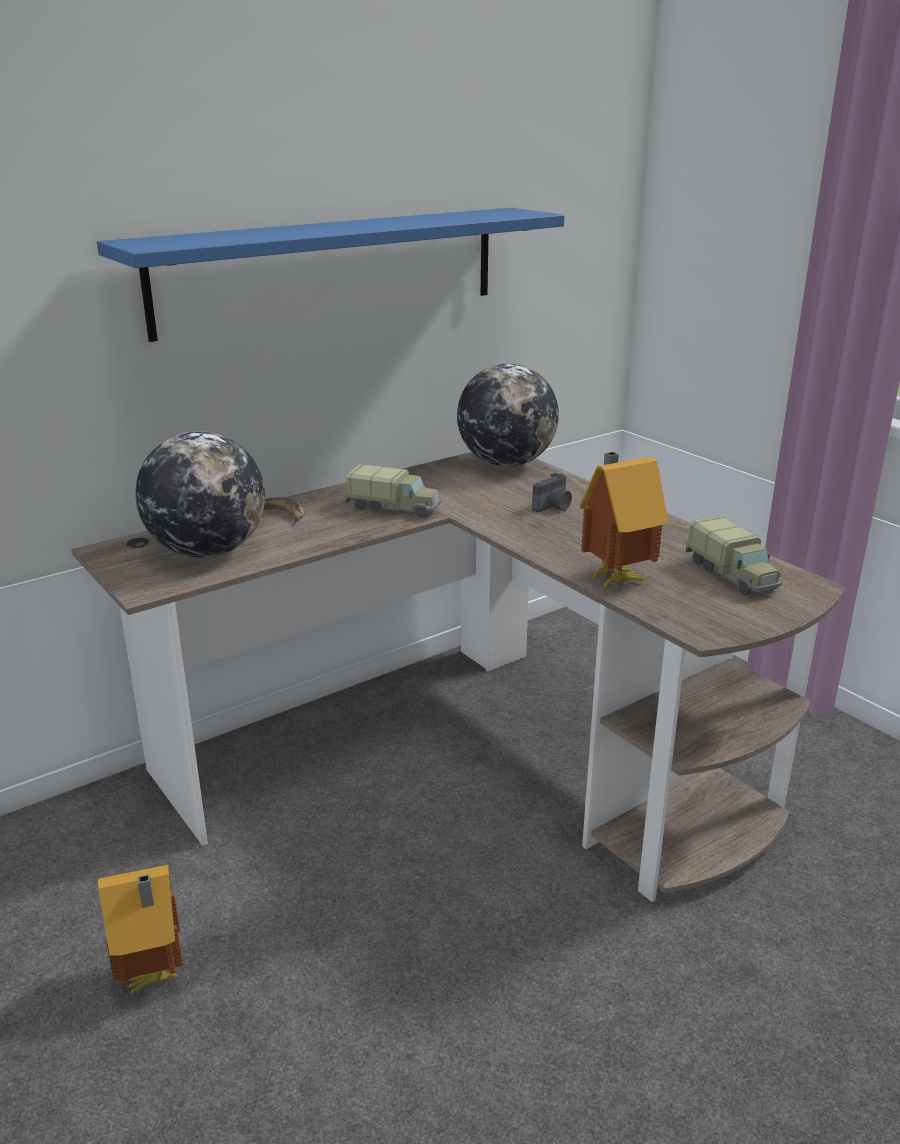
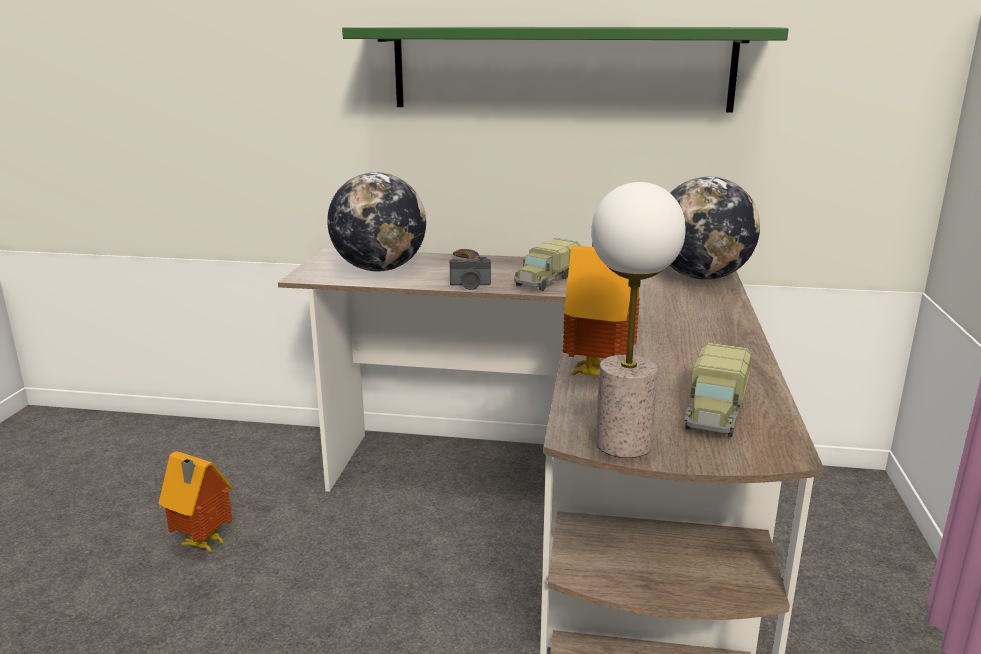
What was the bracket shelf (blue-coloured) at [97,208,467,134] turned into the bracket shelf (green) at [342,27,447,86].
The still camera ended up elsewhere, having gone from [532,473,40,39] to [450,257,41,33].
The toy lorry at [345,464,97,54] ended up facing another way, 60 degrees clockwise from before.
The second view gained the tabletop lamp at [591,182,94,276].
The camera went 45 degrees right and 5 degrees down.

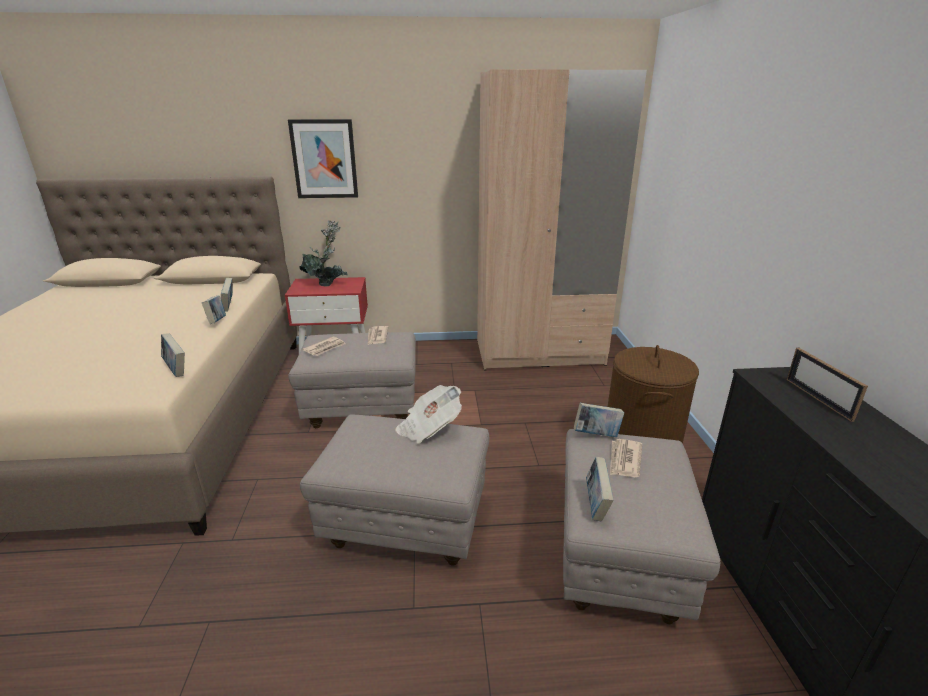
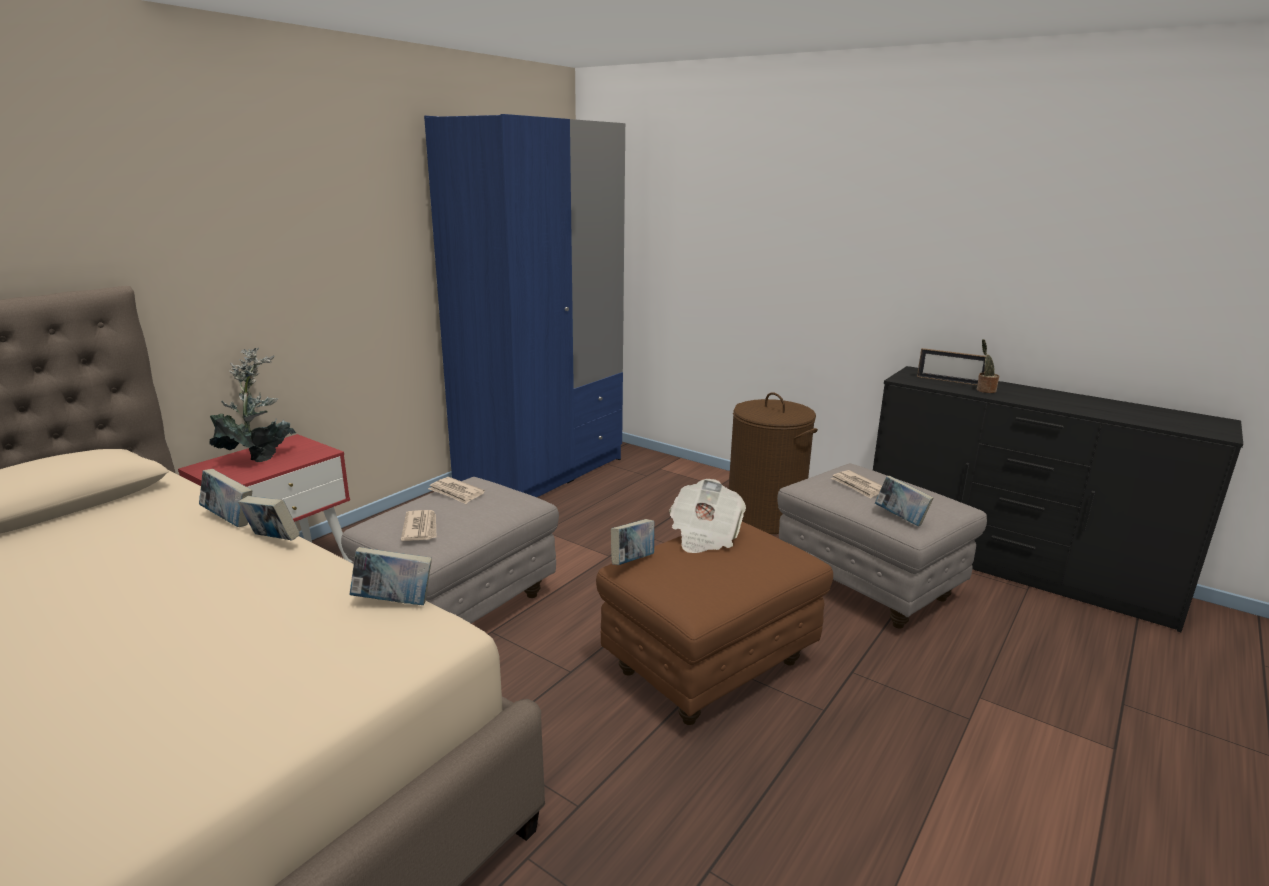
What was the clothes cupboard (beige) at [477,69,170,301] turned into the clothes cupboard (blue-coloured) at [424,114,201,383].
What was the ottoman (gray) at [300,414,189,152] turned into the ottoman (brown-coloured) at [596,522,237,203].
The volume ended up elsewhere, having gone from [574,403,50,34] to [611,519,43,46].
The second view gained the plant in a pot at [977,339,22,54].
The second view lost the picture at [288,119,70,79].
The camera went 50 degrees left and 5 degrees down.

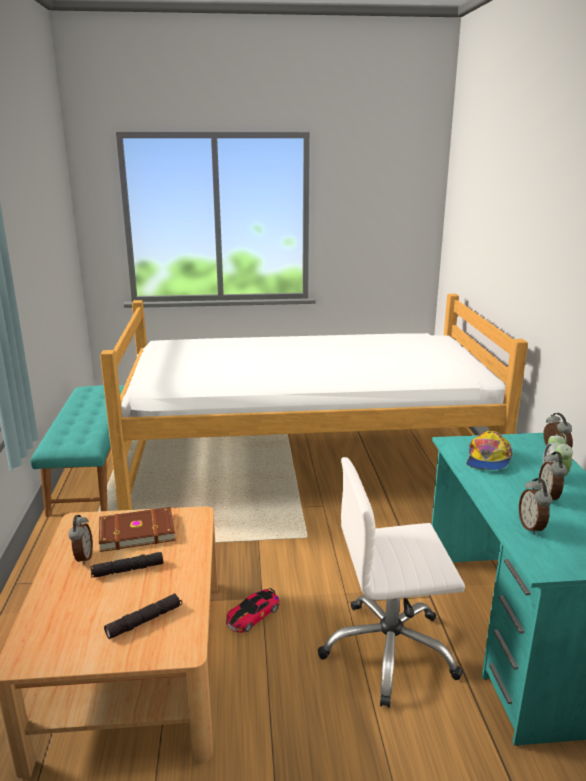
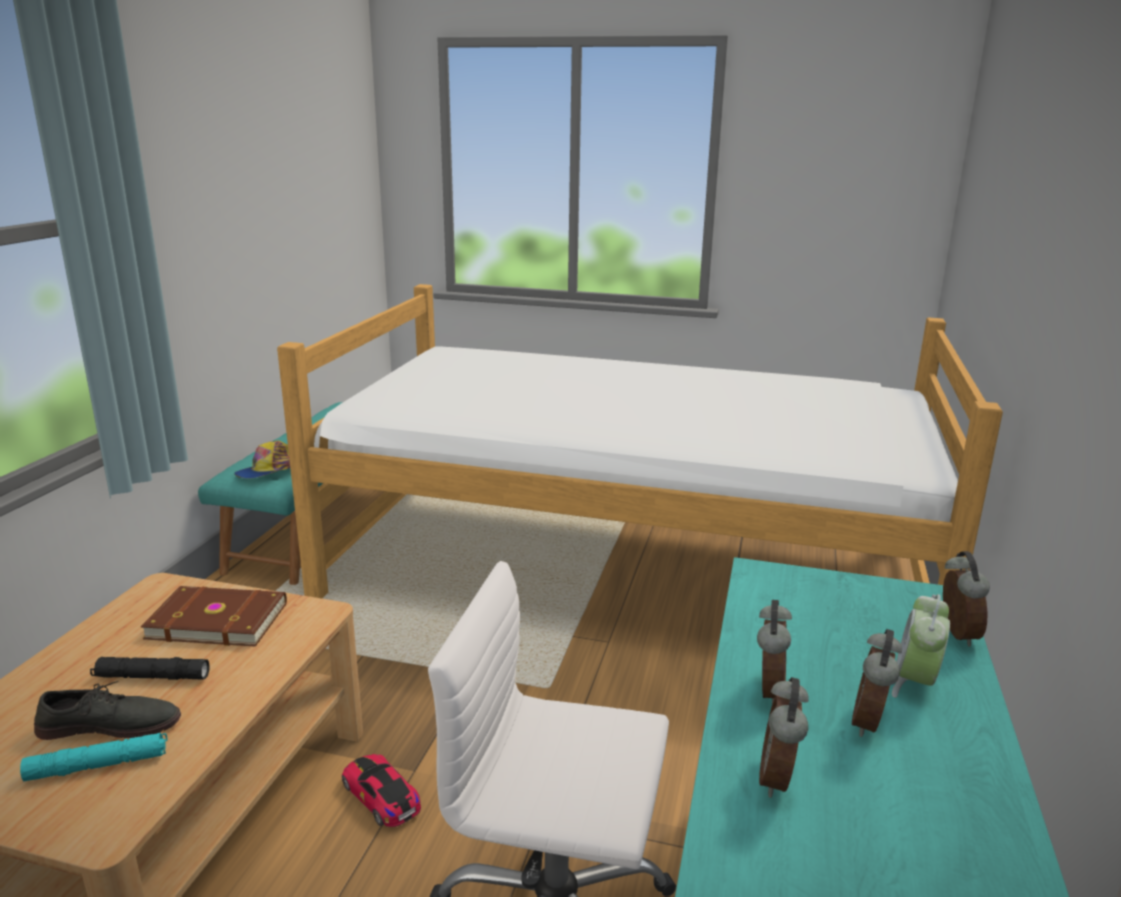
What was the torch (black-coloured) at [104,594,78,45] turned into the torch (turquoise) at [20,733,148,49].
The second view gained the shoe (gray) at [34,681,147,59].
The cap ended up elsewhere, having gone from [466,431,47,39] to [234,441,56,38].
The miniature car at [226,588,54,45] ended up facing another way, 75 degrees clockwise from before.
The bedside clock ended up elsewhere, having gone from [68,515,25,50] to [757,600,35,104].
The camera went 20 degrees right and 0 degrees up.

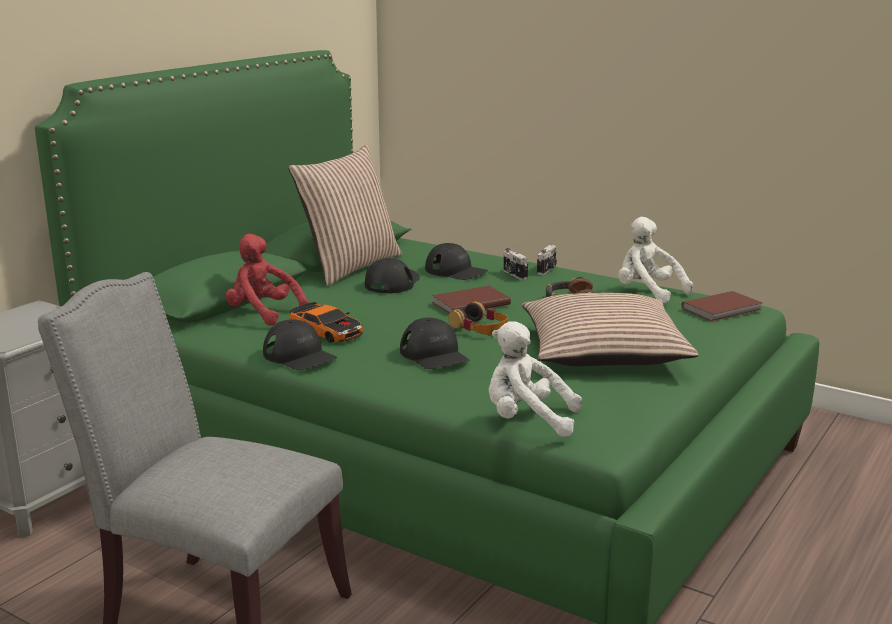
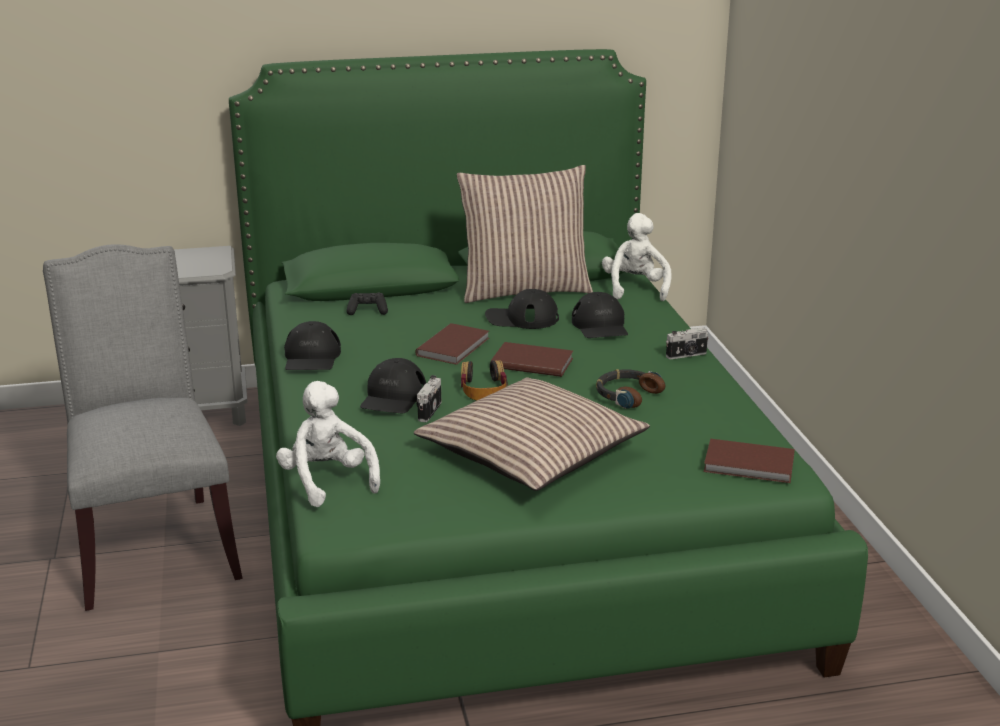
Where the plush toy (red-coloured) stood at [226,234,83,91], the joypad (black-coloured) came to stand at [346,292,42,23].
The second view gained the volume (brown-coloured) at [415,323,74,42].
The still camera ended up elsewhere, having gone from [503,248,25,32] to [417,375,24,47].
The cap (black-coloured) at [365,258,55,36] ended up facing another way, 150 degrees counterclockwise from before.
The plush toy (white) ended up elsewhere, having gone from [618,217,75,87] to [602,213,70,88].
The second view lost the miniature car at [289,302,74,41].
The camera went 45 degrees right and 5 degrees up.

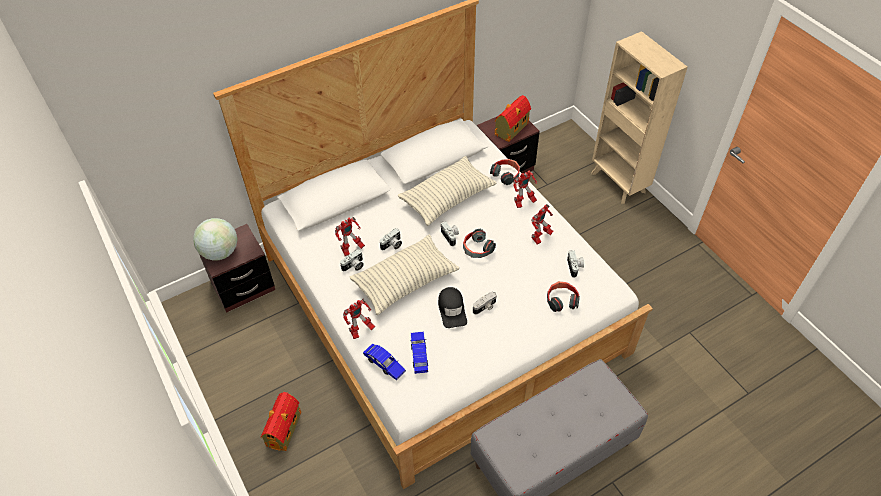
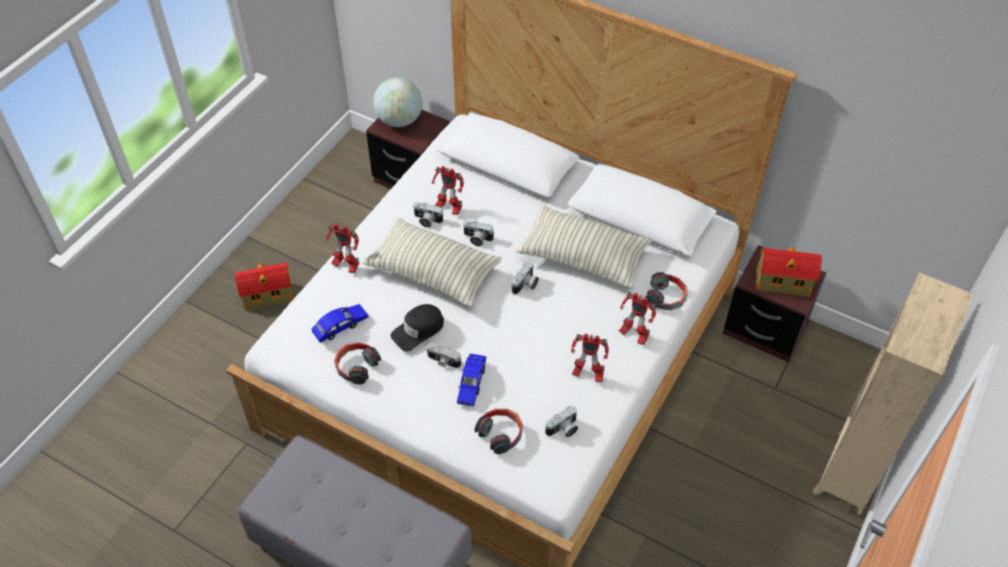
The headset ended up elsewhere, having gone from [463,229,33,29] to [334,342,47,43].
The miniature car (blue-coloured) ended up elsewhere, having gone from [363,343,43,38] to [457,354,29,53].
The camera went 60 degrees right and 0 degrees up.

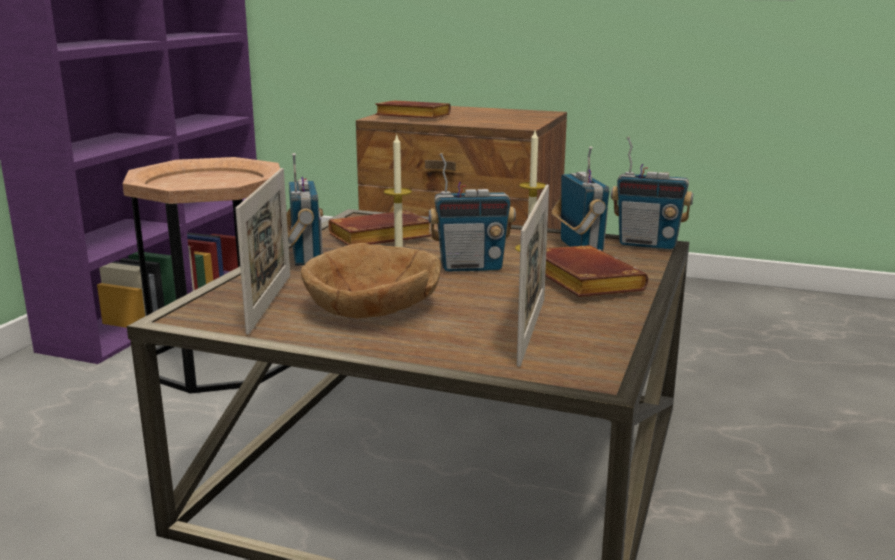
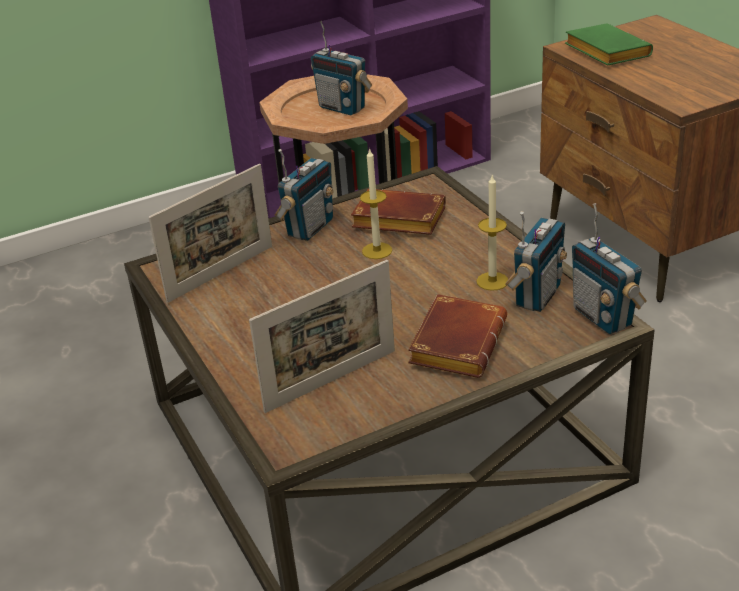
The radio ended up elsewhere, having gone from [429,153,87,119] to [311,21,61,94].
What was the volume (brown-coloured) at [375,101,76,17] turned into the volume (green) at [565,23,88,43].
The second view lost the bowl (brown-coloured) at [301,243,140,76].
The camera went 45 degrees right and 15 degrees up.

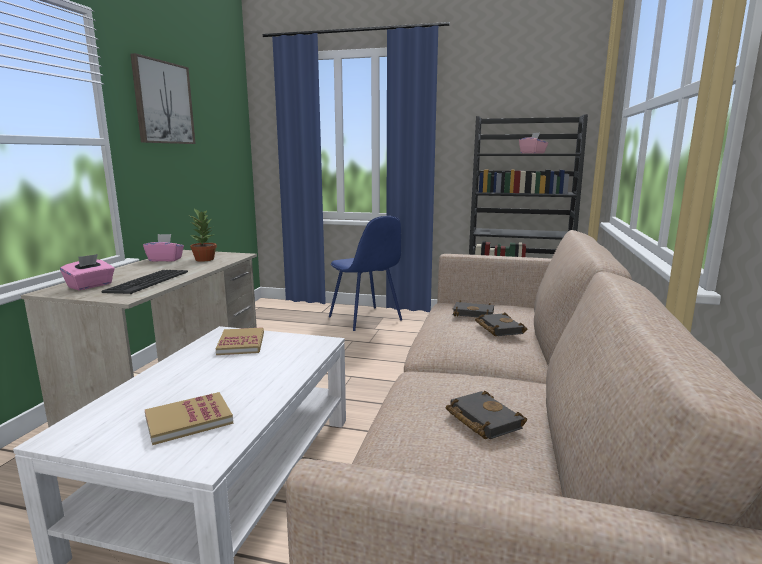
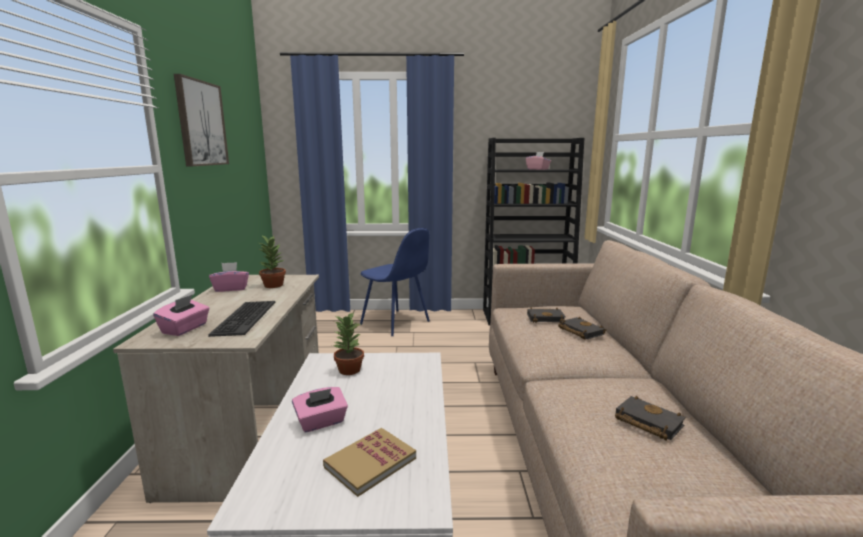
The second view gained the tissue holder (pink-coloured) at [292,387,56,46].
Where the volume stood at [216,327,48,28], the plant in a pot came to stand at [332,312,32,63].
The camera went 15 degrees left and 0 degrees up.

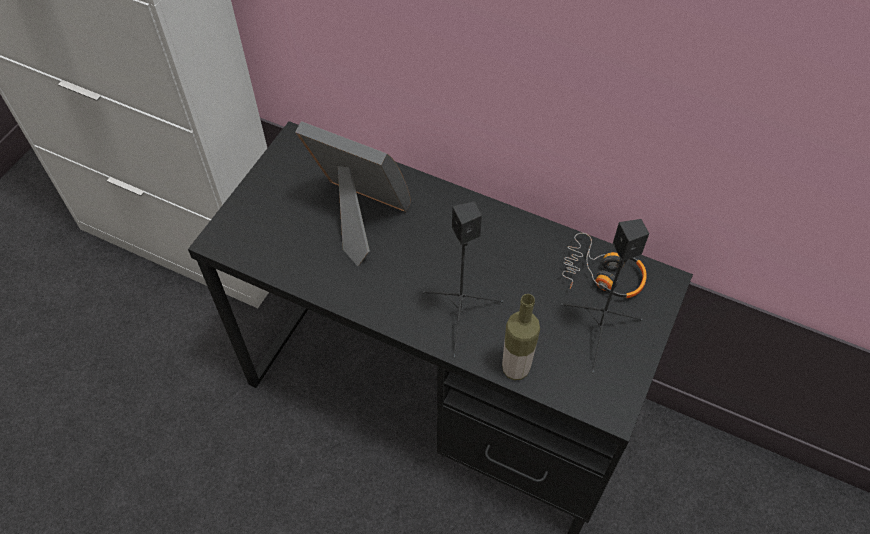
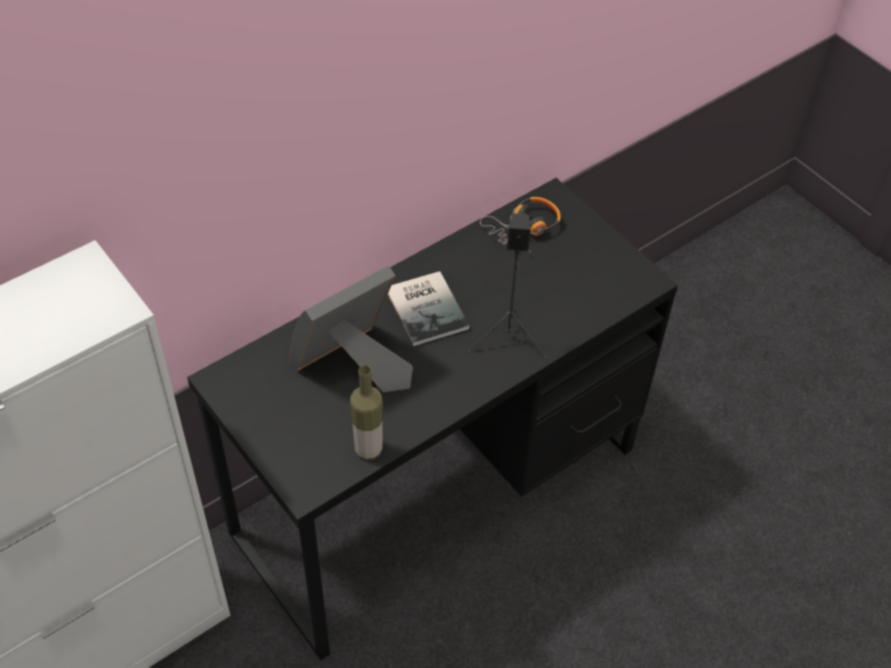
The drink bottle ended up elsewhere, having gone from [502,294,38,86] to [350,365,33,95].
The second view gained the volume at [388,271,81,75].
The second view lost the loudspeaker (black-coloured) at [561,219,88,155].
The camera went 65 degrees left and 5 degrees down.

